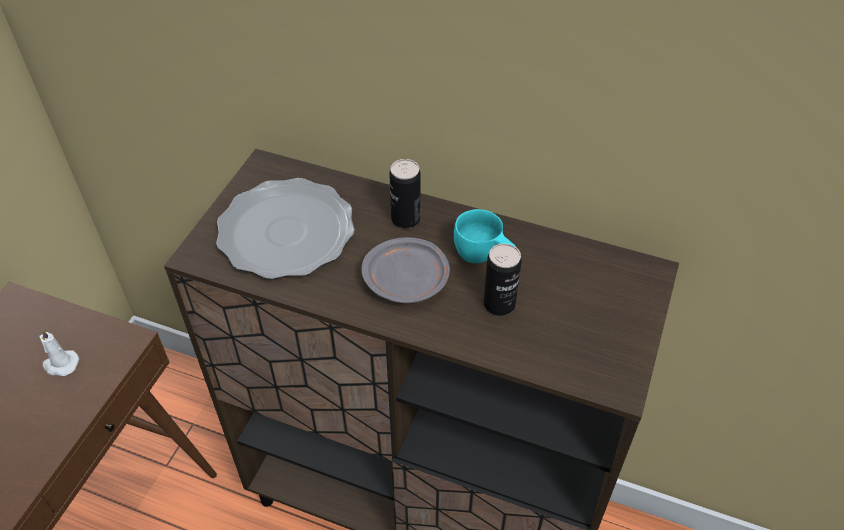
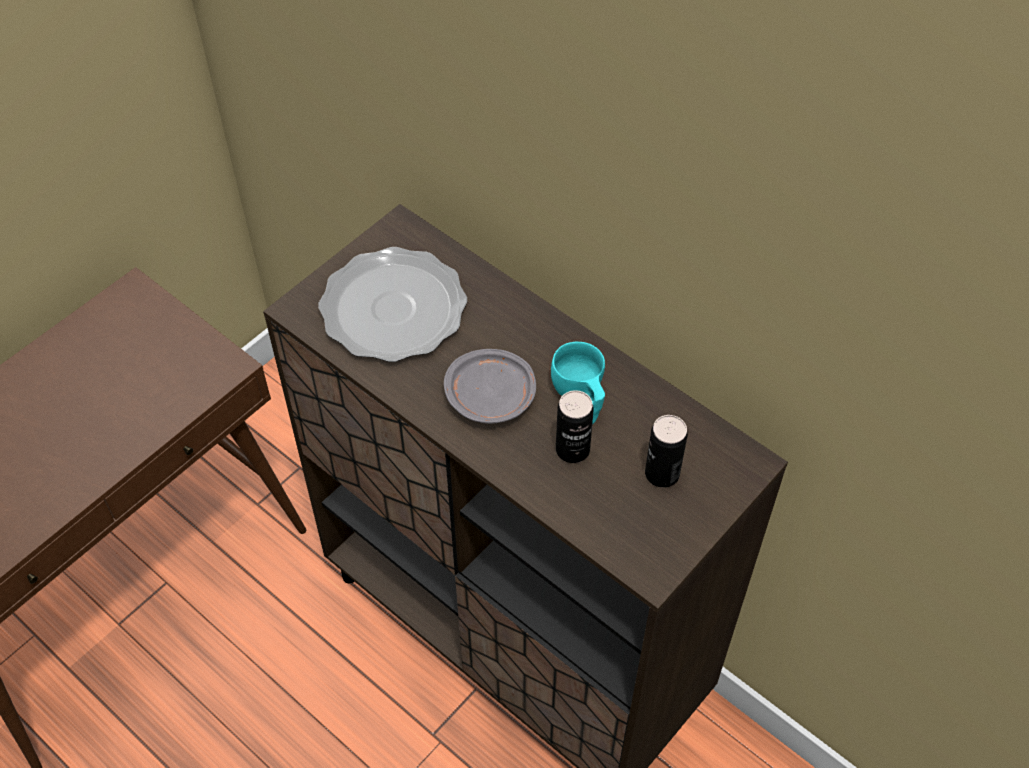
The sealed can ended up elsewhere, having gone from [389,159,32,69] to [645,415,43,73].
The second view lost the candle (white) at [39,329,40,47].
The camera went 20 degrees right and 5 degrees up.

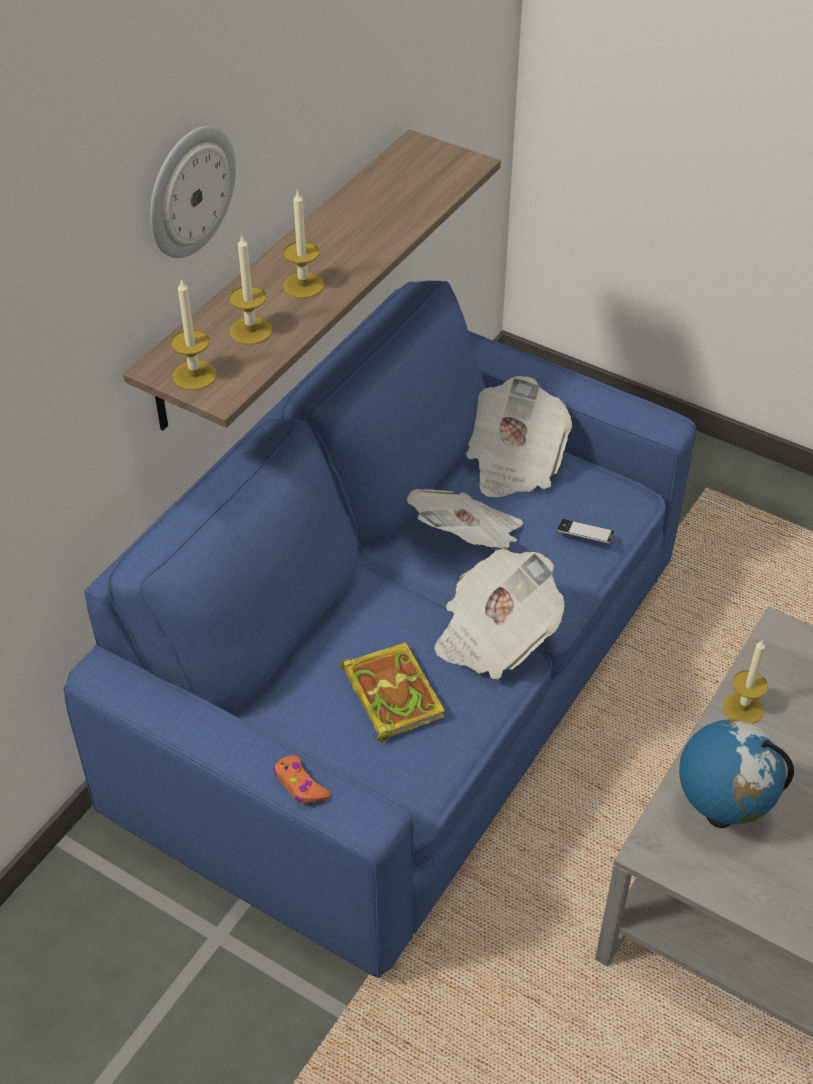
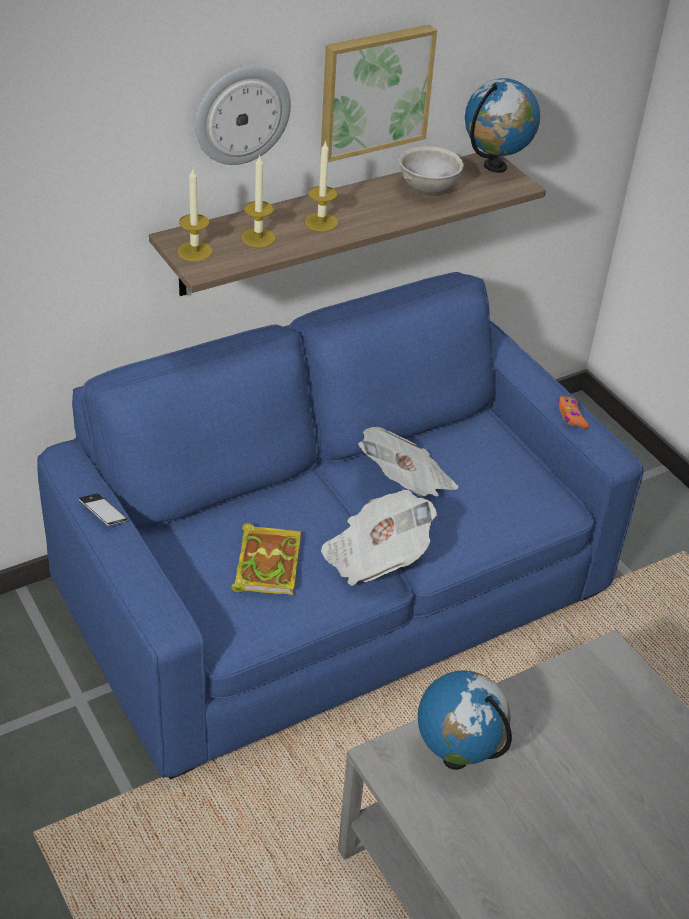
The telephone ended up elsewhere, having gone from [557,519,58,25] to [78,493,50,33].
The second view gained the picture at [320,24,117,138].
The second view gained the bowl (gray) at [399,146,65,48].
The second view gained the desk globe at [465,78,75,95].
The joypad (orangey) ended up elsewhere, having gone from [273,755,58,49] to [558,396,31,33].
The second view lost the daily paper at [466,376,106,121].
The second view lost the candle at [723,639,45,85].
The camera went 25 degrees right and 5 degrees down.

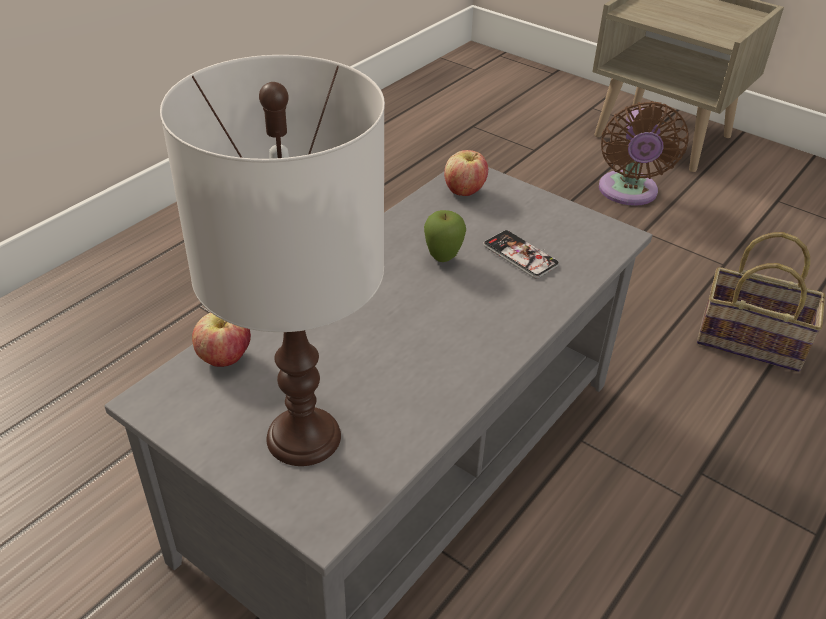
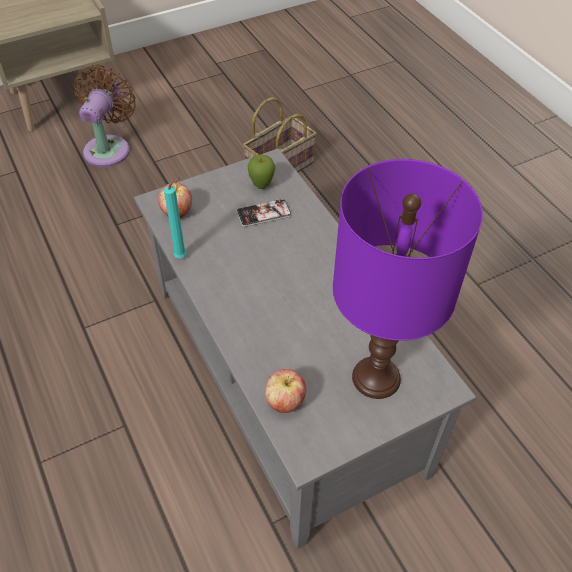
The electric fan (brown-coloured) at [599,101,90,105] ended up facing another way, 105 degrees counterclockwise from before.
The second view gained the candle (turquoise) at [164,178,22,80].
The apple fruit ended up elsewhere, having gone from [424,210,42,52] to [248,155,27,34].
What was the tabletop lamp (white) at [160,55,225,411] turned into the tabletop lamp (purple-coloured) at [333,159,150,240].
The camera went 65 degrees left and 10 degrees up.

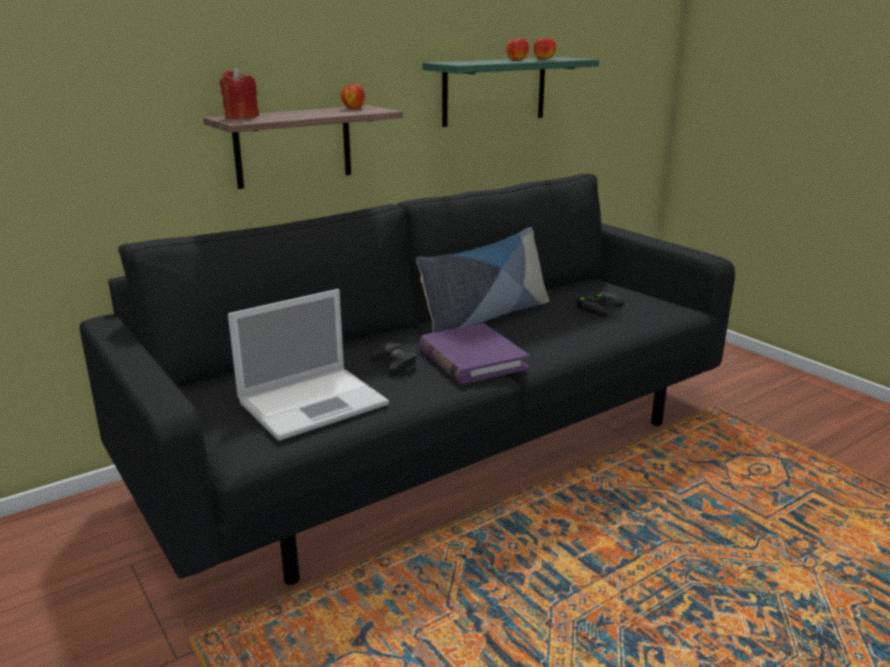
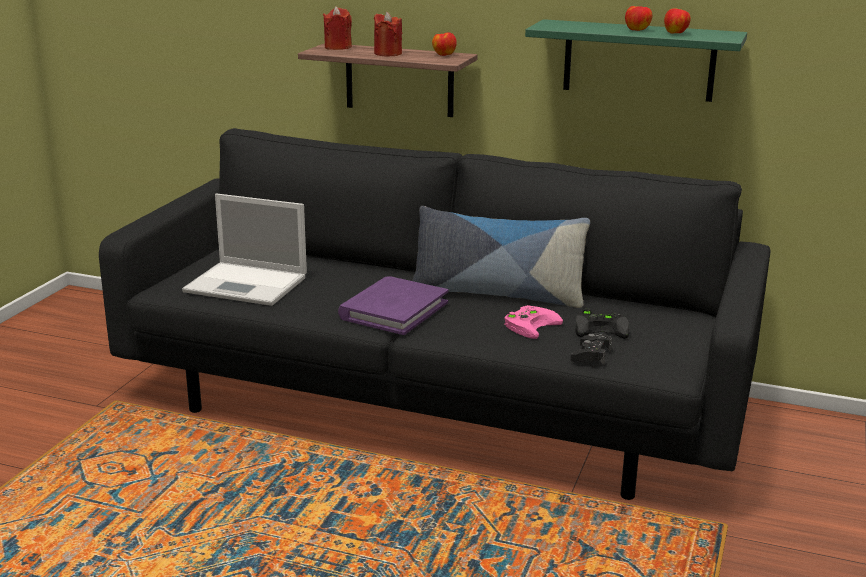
The second view gained the candle (red-coloured) at [374,12,28,45].
The second view gained the joypad (pink-coloured) at [504,305,59,34].
The joypad (black-coloured) ended up elsewhere, having gone from [371,343,46,33] to [571,333,41,32].
The camera went 55 degrees right and 0 degrees up.

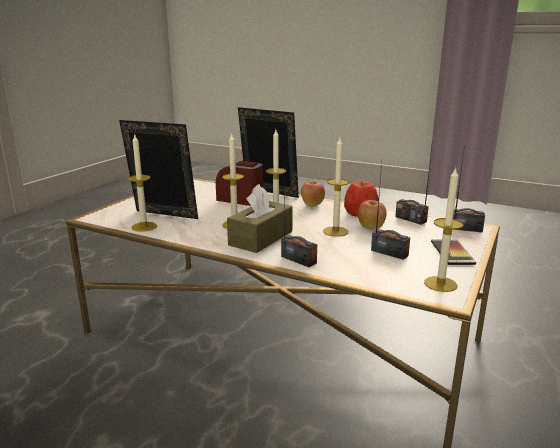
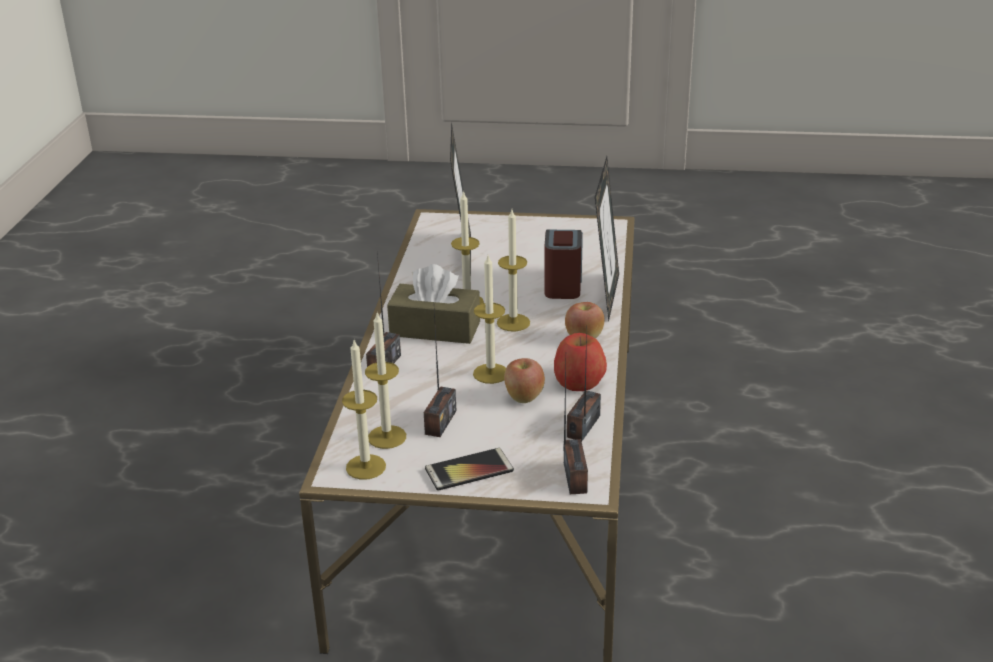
The candle ended up elsewhere, having gone from [128,133,29,99] to [365,313,41,136].
The camera went 70 degrees right and 10 degrees up.

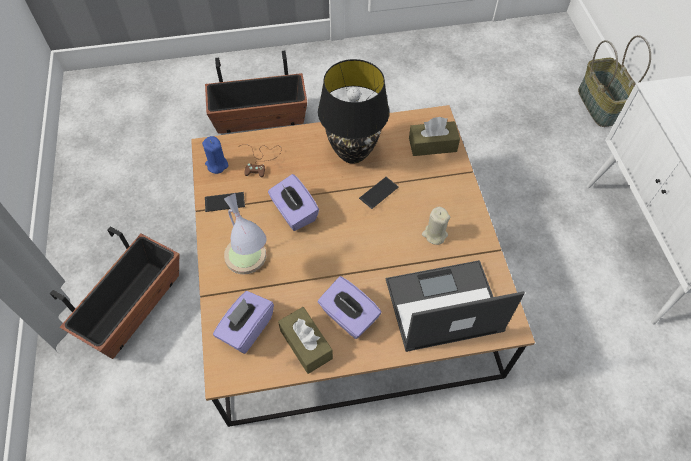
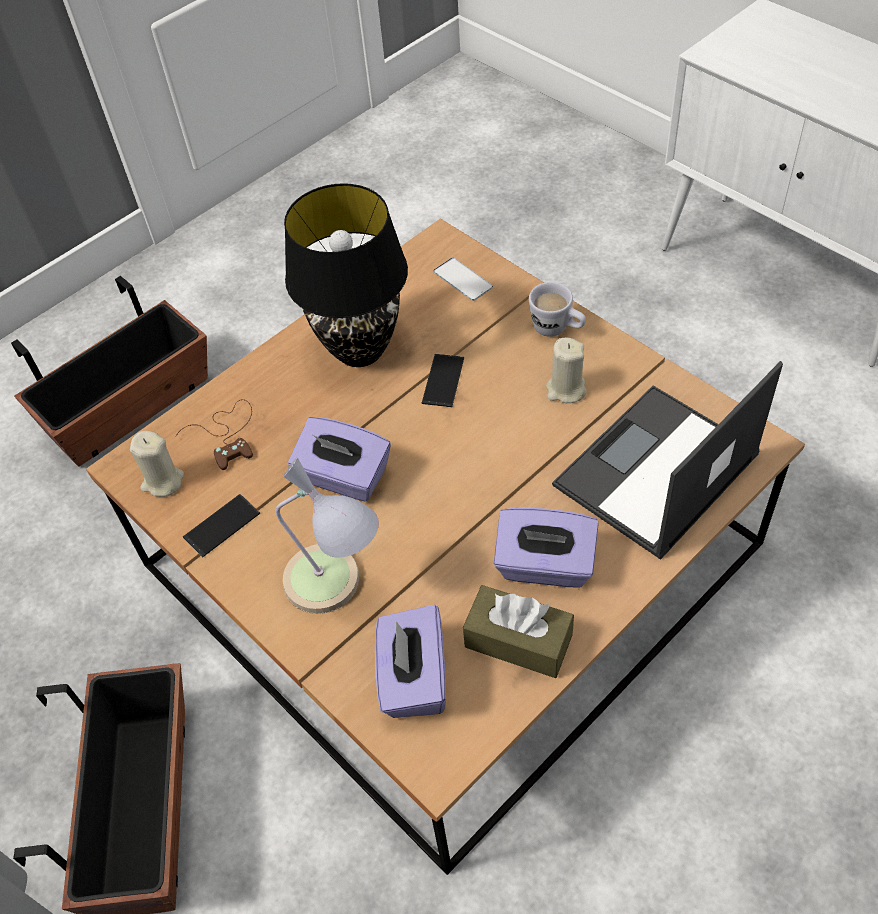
What was the candle (blue-coloured) at [202,136,26,38] turned into the candle (beige) at [130,431,54,66].
Where the tissue holder (brown-coloured) stood at [409,117,51,39], the telephone came to stand at [433,258,60,43].
The second view gained the coffee mug (white) at [529,282,57,55].
The second view lost the basket at [578,35,73,92].
The camera went 30 degrees left and 5 degrees down.

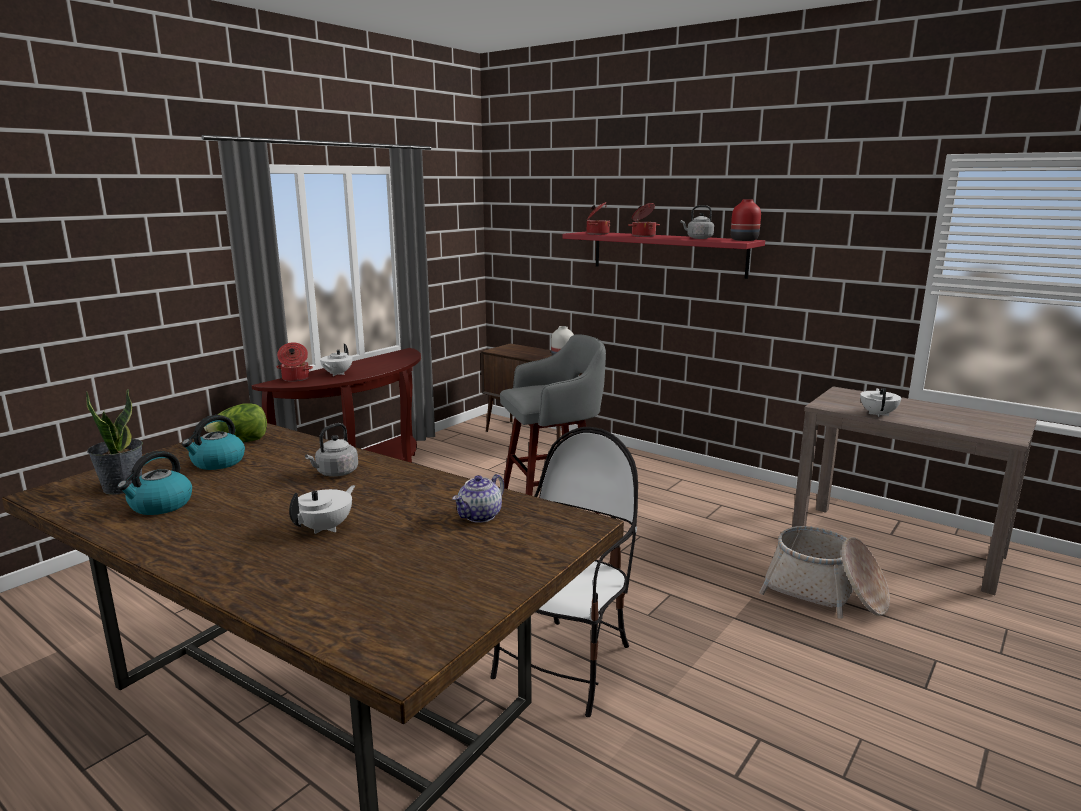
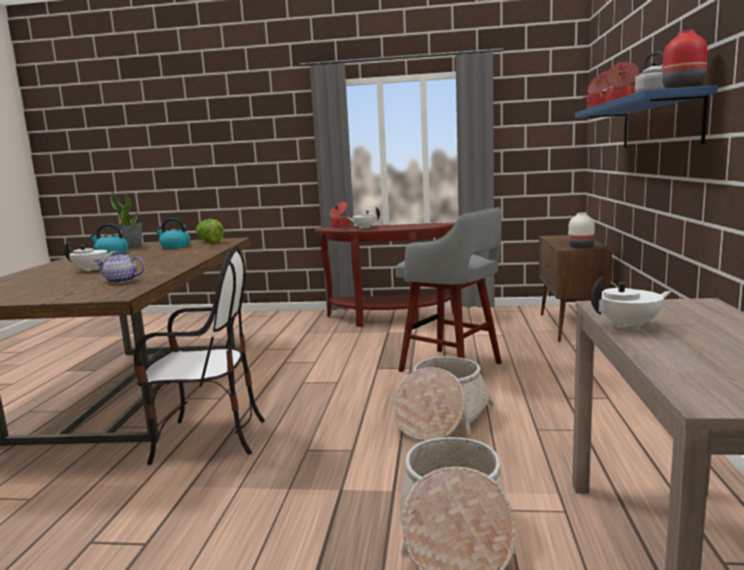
The second view gained the basket at [394,357,100,84].
What was the bracket shelf (red-coloured) at [562,231,203,48] turned into the bracket shelf (blue-coloured) at [575,85,143,63].
The second view lost the tea kettle (gray) at [305,423,53,54].
The camera went 60 degrees right and 5 degrees down.

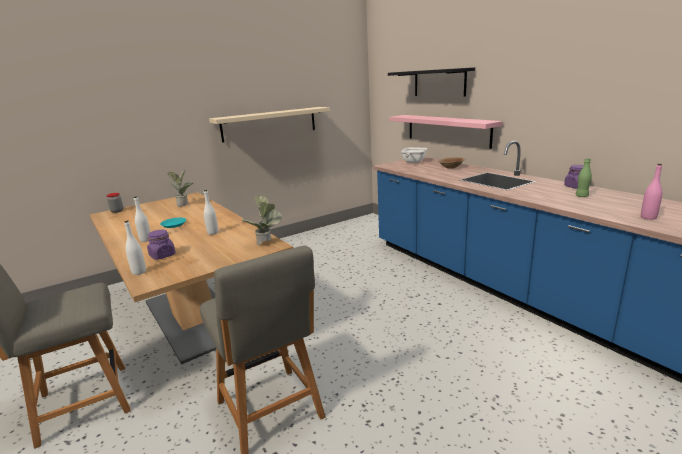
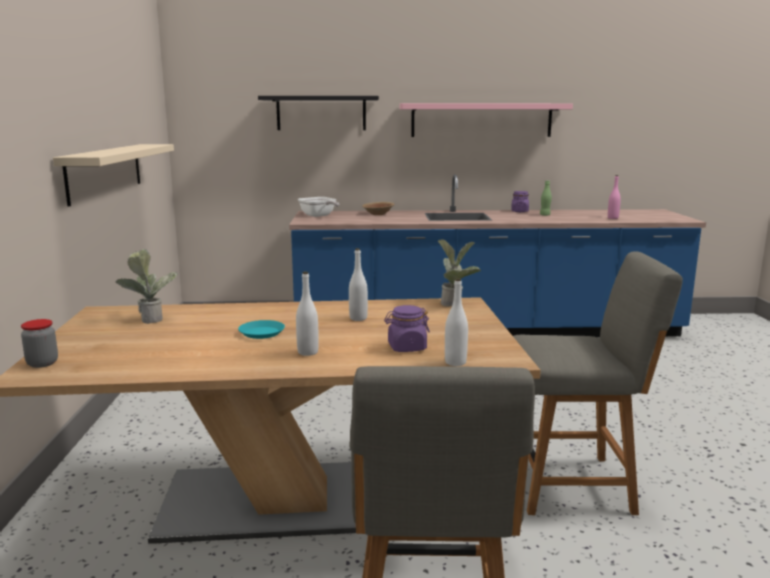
The bracket shelf (pink-coloured) ended up elsewhere, having gone from [389,115,114,34] to [400,103,173,34].
The camera went 60 degrees left and 5 degrees down.

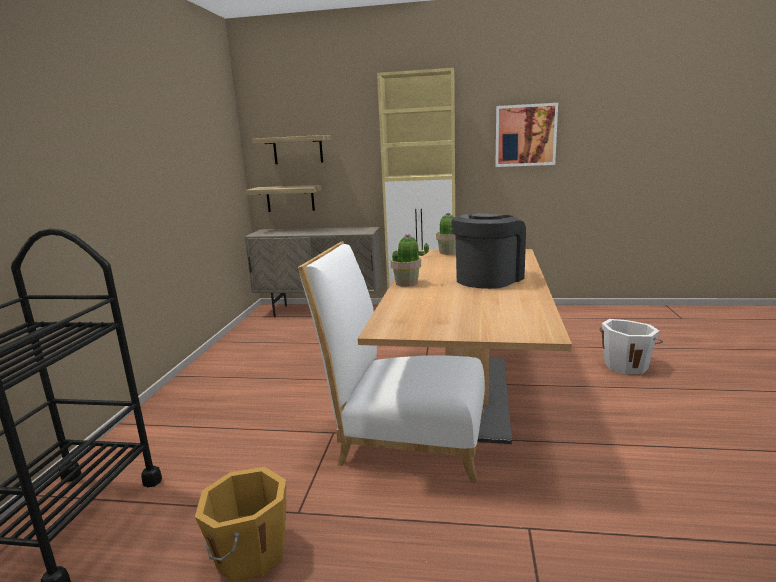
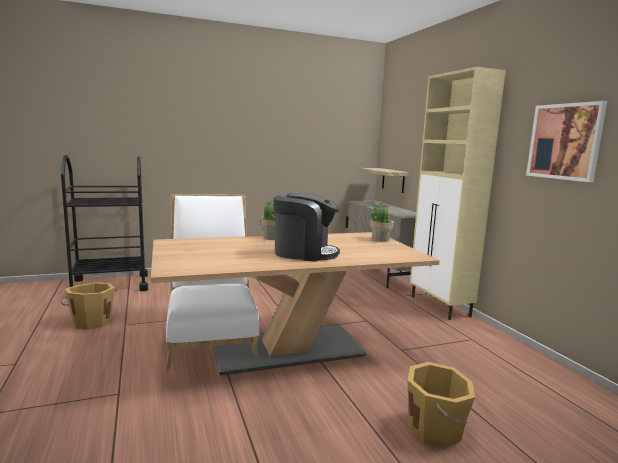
What was the pail (white) at [599,319,64,55] turned into the pail (orangey) at [408,362,67,85].
The second view lost the bracket shelf at [252,135,79,29].
The camera went 60 degrees right and 5 degrees down.

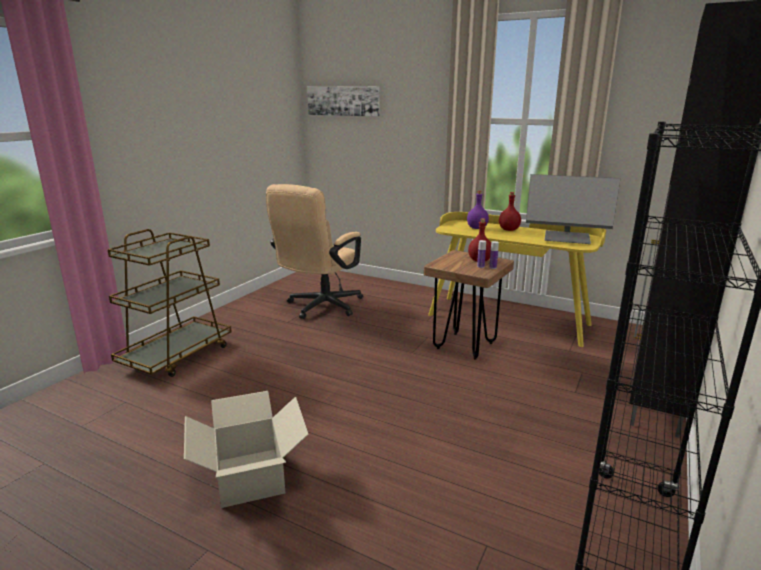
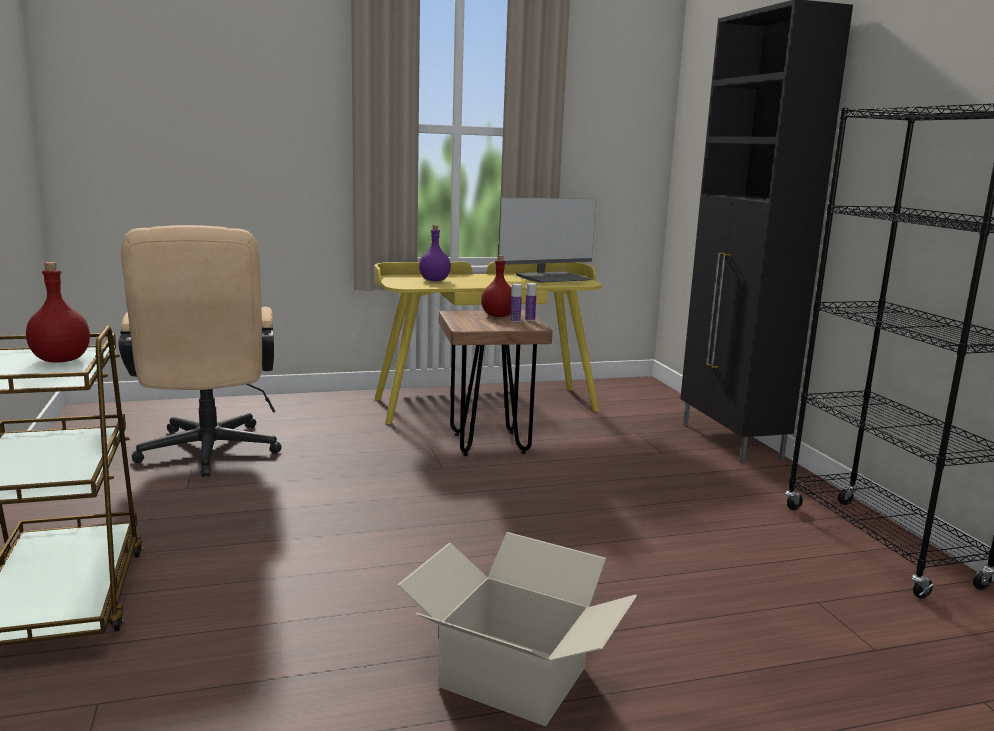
The drink bottle (red-coloured) ended up elsewhere, having gone from [499,192,22,39] to [26,262,64,101].
The second view lost the picture at [307,86,73,31].
The camera went 45 degrees left and 5 degrees down.

